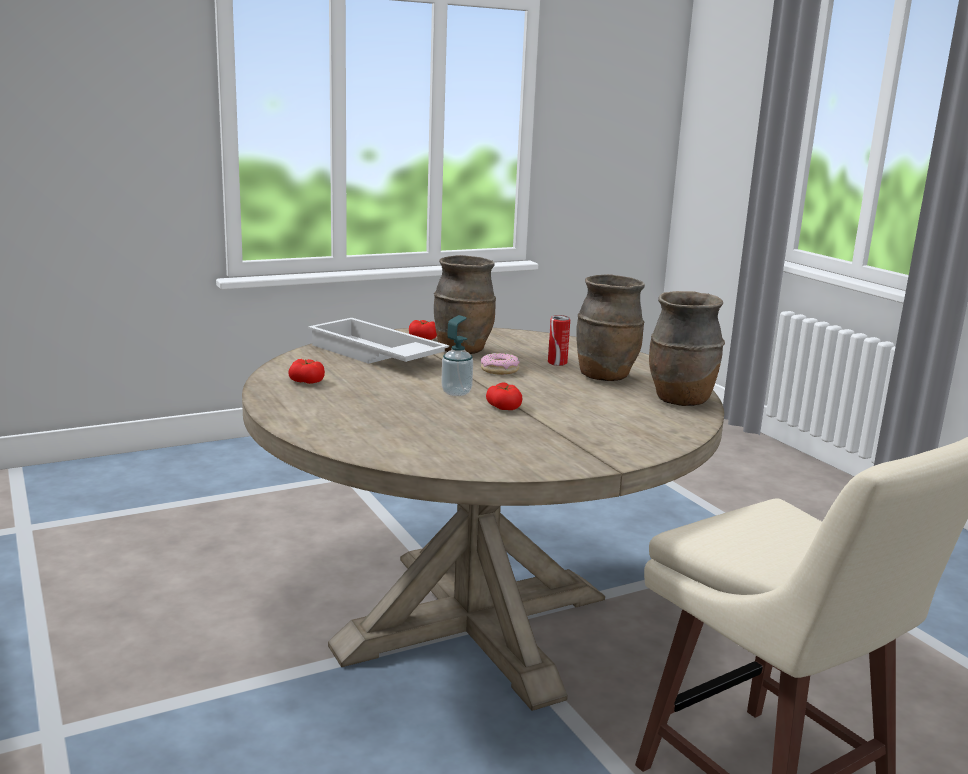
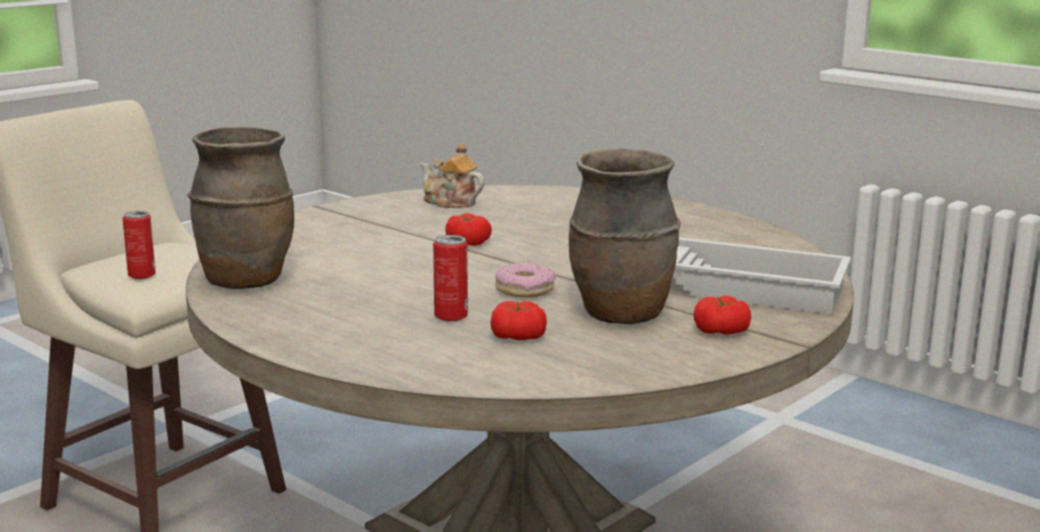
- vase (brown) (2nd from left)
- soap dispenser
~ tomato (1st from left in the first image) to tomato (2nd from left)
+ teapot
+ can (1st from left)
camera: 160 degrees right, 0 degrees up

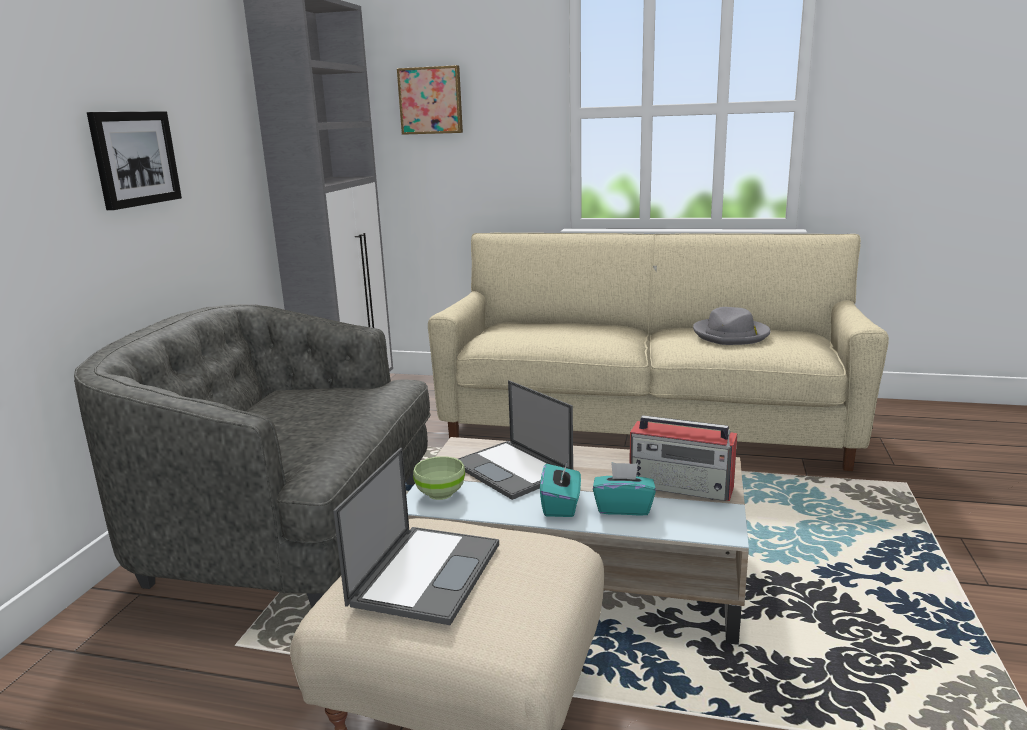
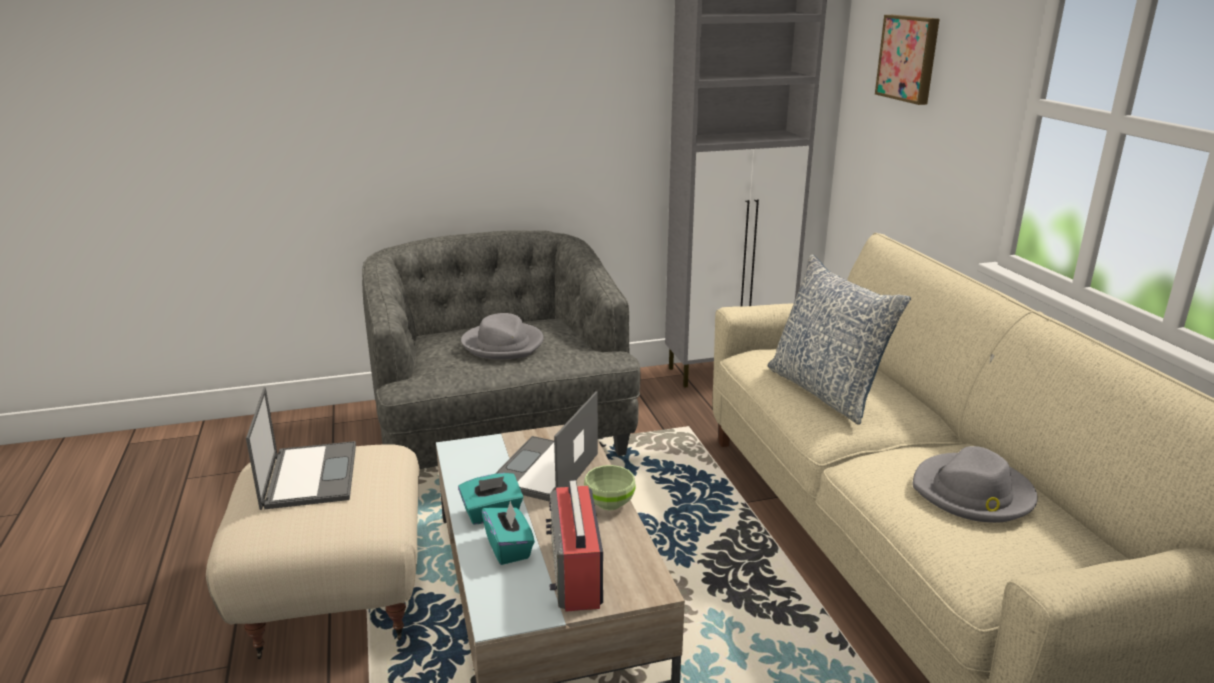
- picture (1st from left)
~ laptop (1st from left) 90 degrees counterclockwise
~ bowl (green)
+ pillow
+ hat (grey) (1st from left)
camera: 60 degrees right, 5 degrees up

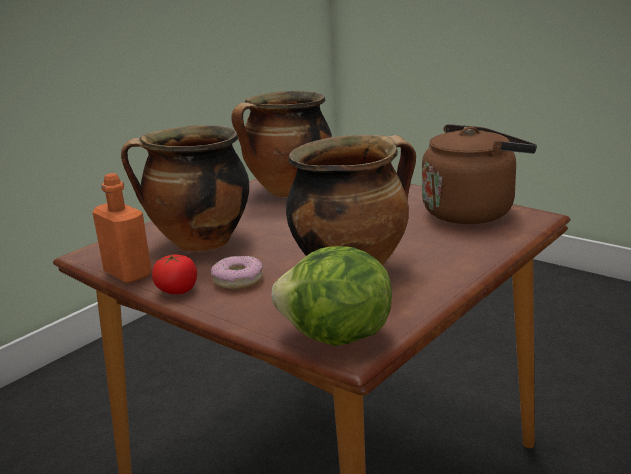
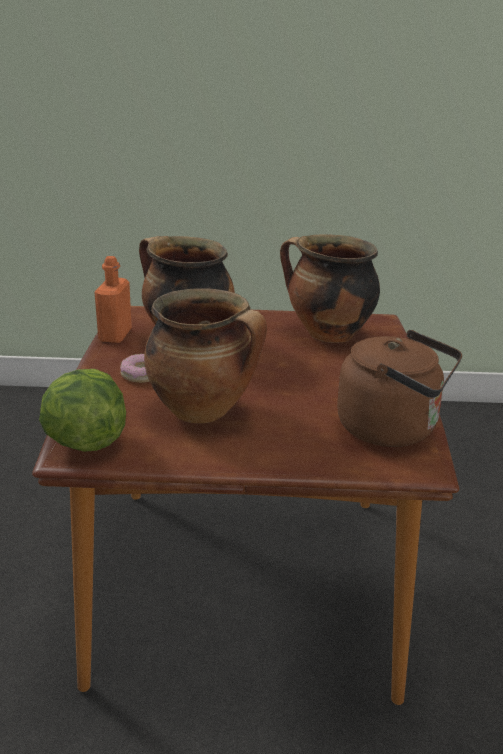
- tomato
camera: 50 degrees right, 5 degrees up

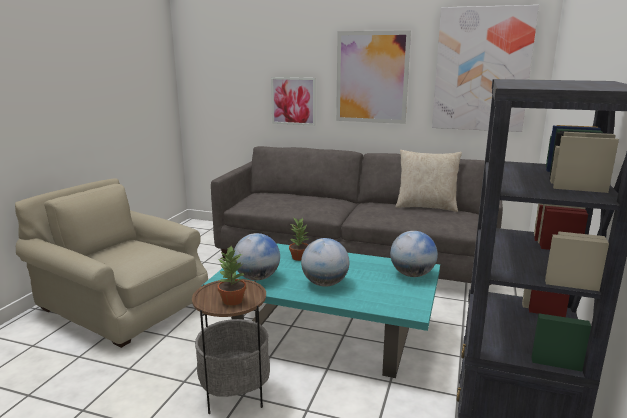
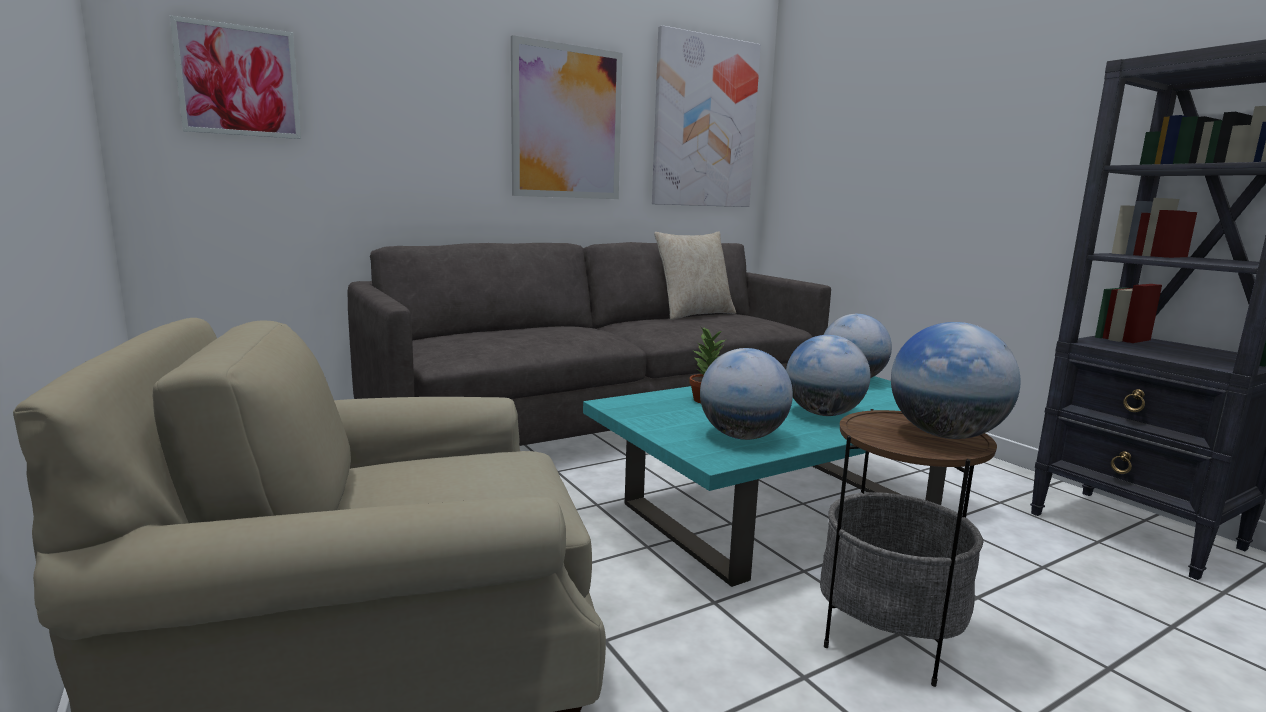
~ picture (1st from left)
~ potted plant (1st from left) to globe (4th from left)
camera: 50 degrees left, 5 degrees down

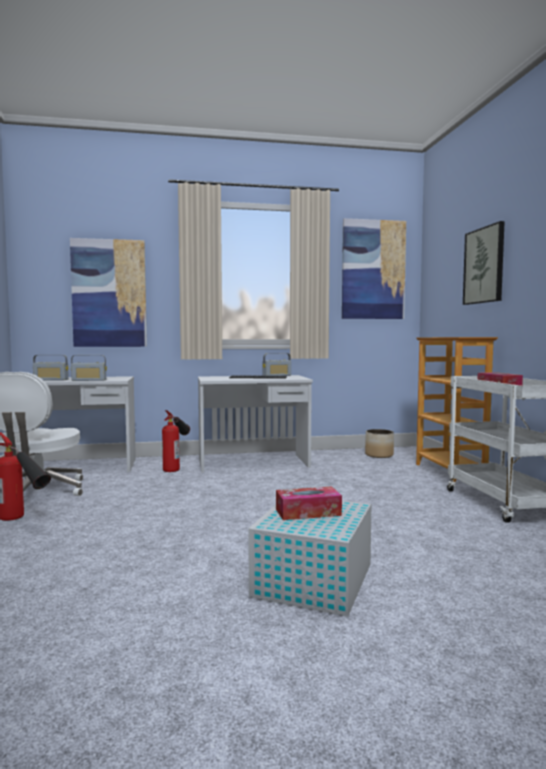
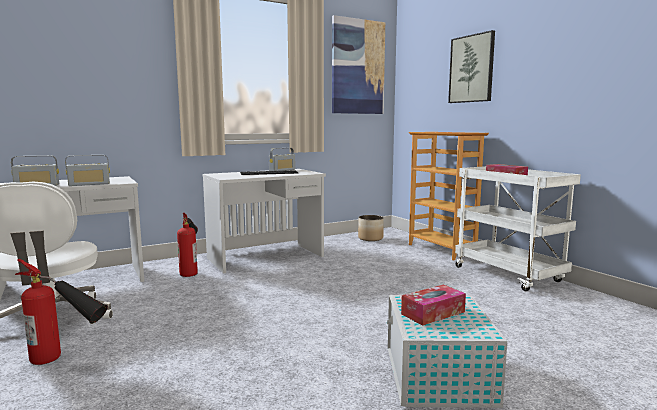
- picture (1st from left)
camera: 20 degrees left, 5 degrees up

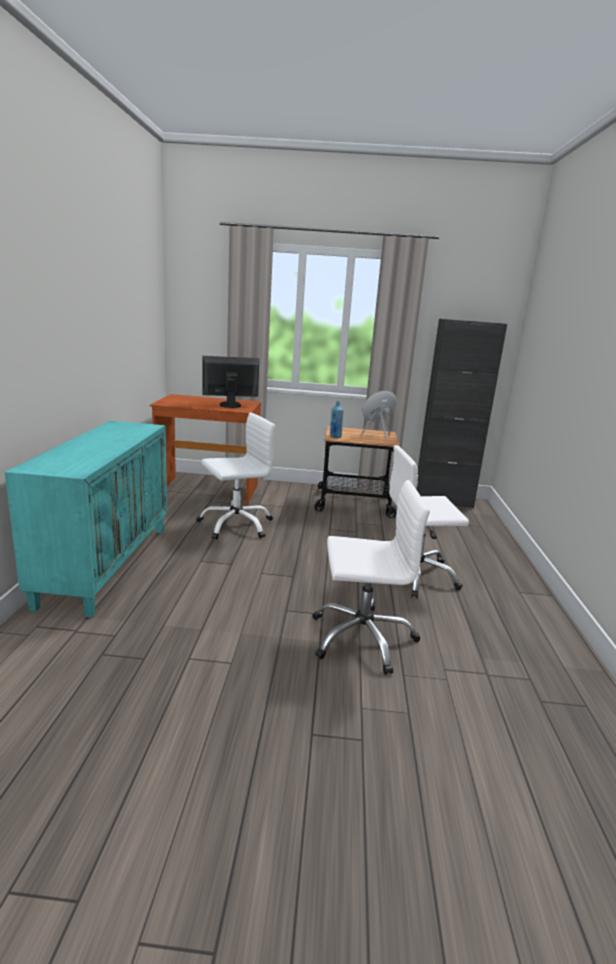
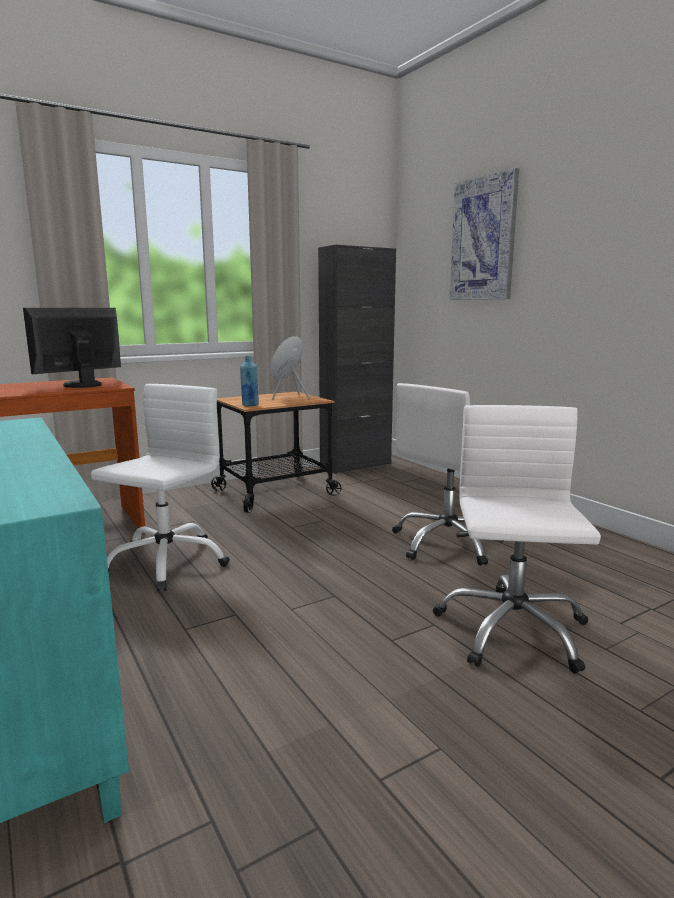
~ office chair (white) (2nd from left in the first image) 45 degrees counterclockwise
+ picture
camera: 35 degrees left, 5 degrees down

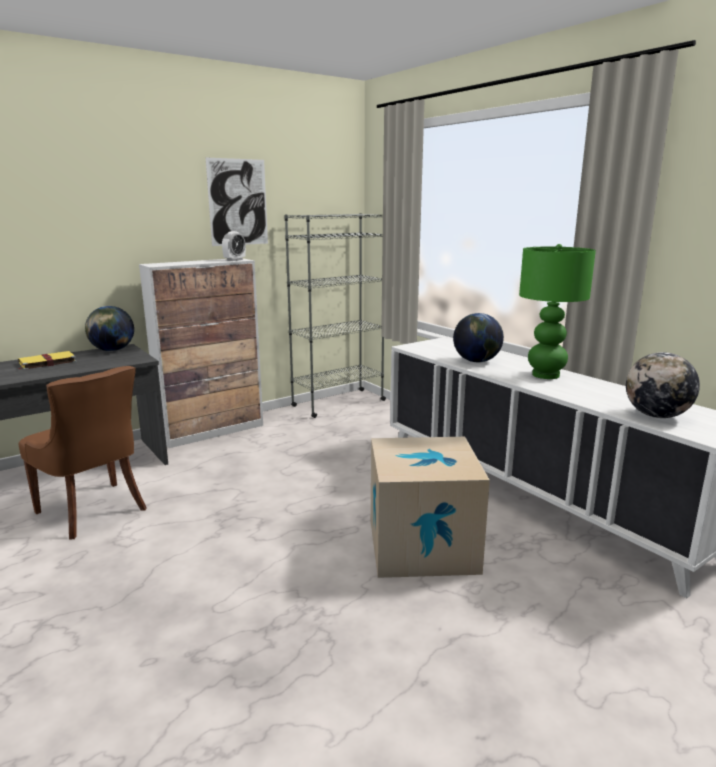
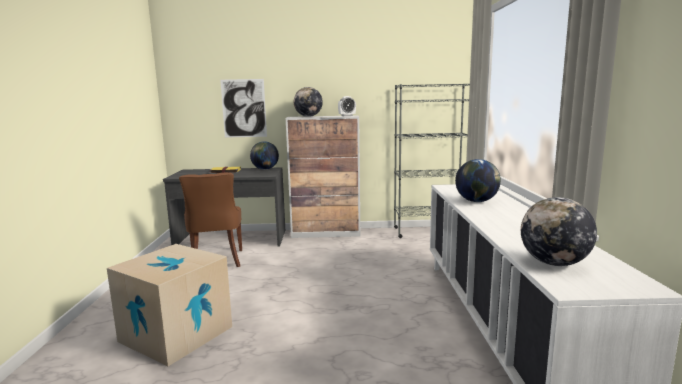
~ picture
- table lamp (green)
~ cardboard box
+ globe (2nd from left)
camera: 35 degrees right, 5 degrees down

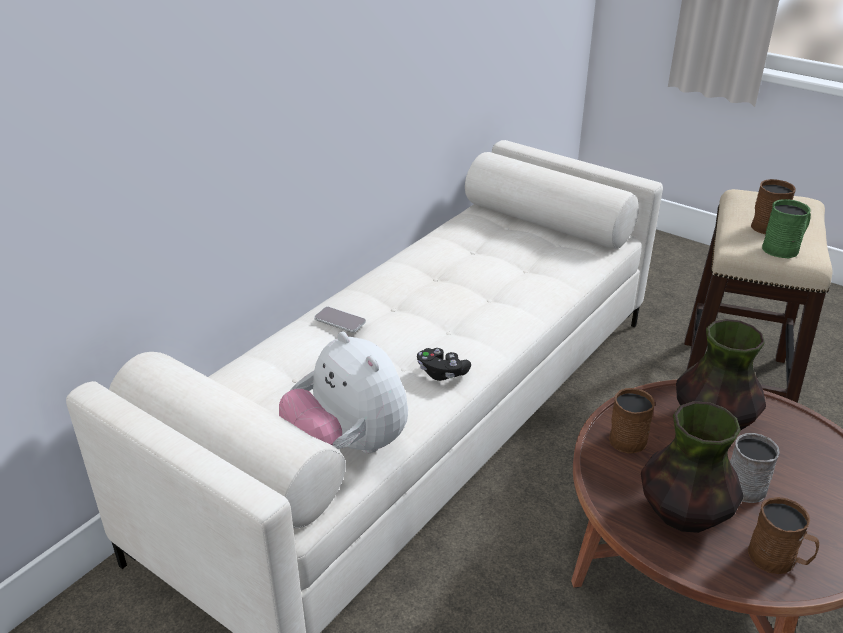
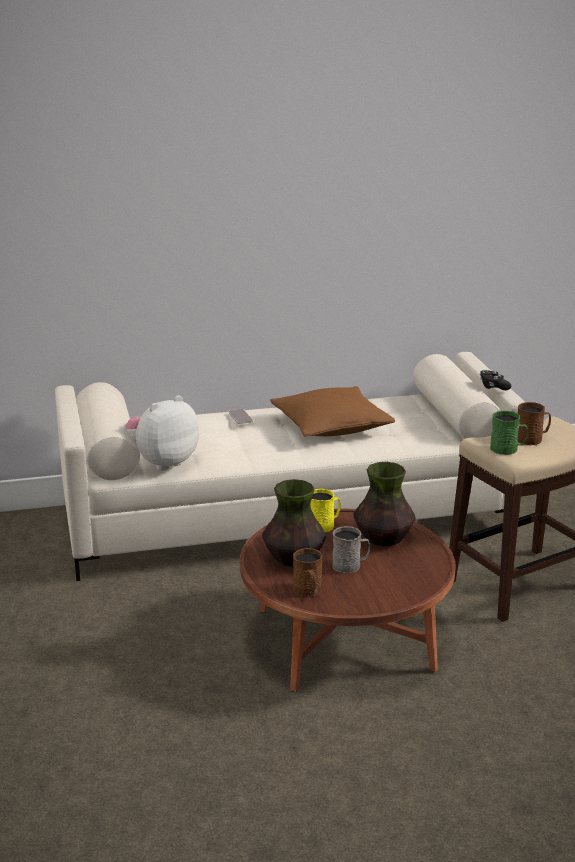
~ plush toy 45 degrees clockwise
~ game controller (black)
~ mug (brown) (1st from left) to mug (yellow)
+ pillow (brown)
camera: 40 degrees right, 10 degrees down

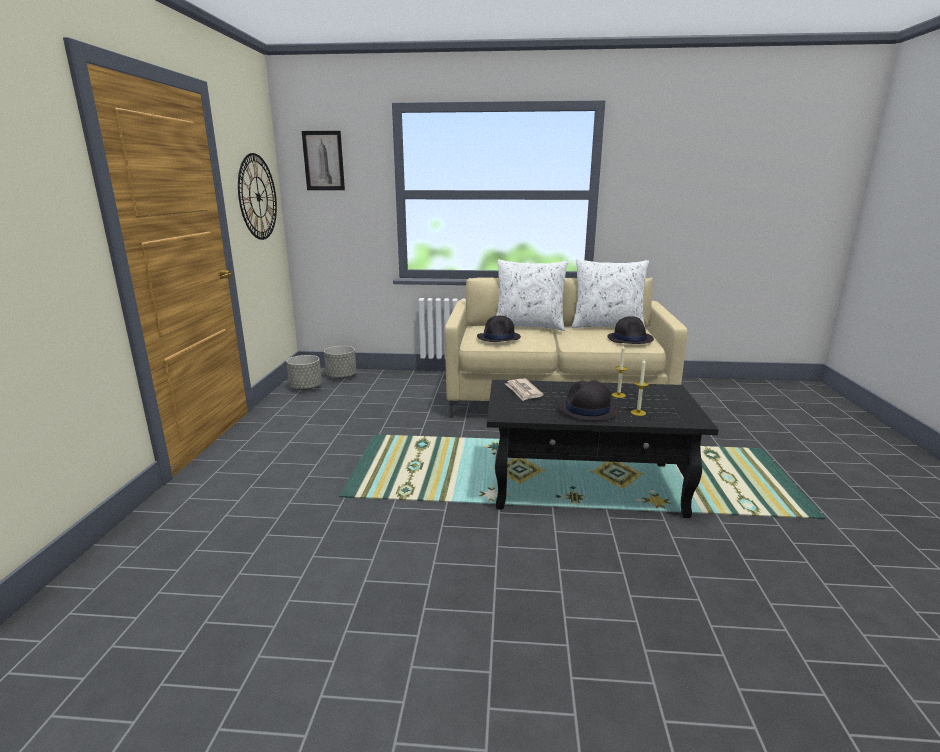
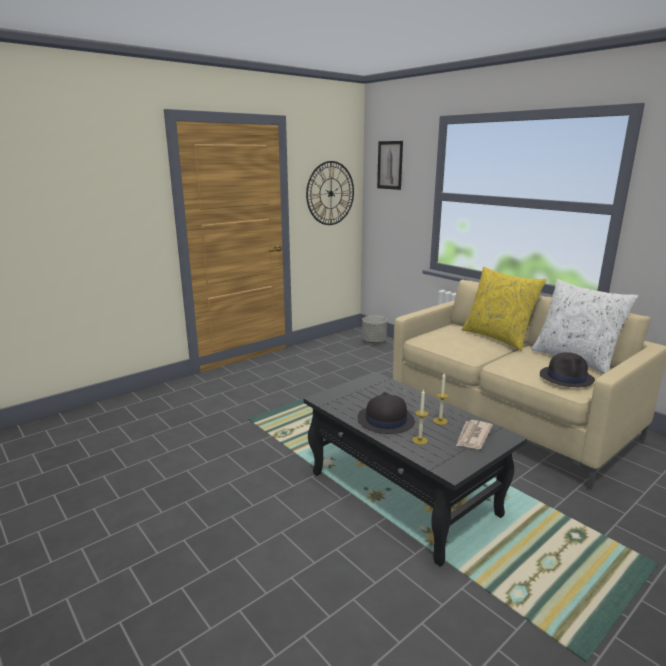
~ pillow (white) (1st from left) to pillow (yellow)
- hat (black) (1st from left)
- planter (grey) (1st from left)
~ newspaper
camera: 45 degrees right, 0 degrees up

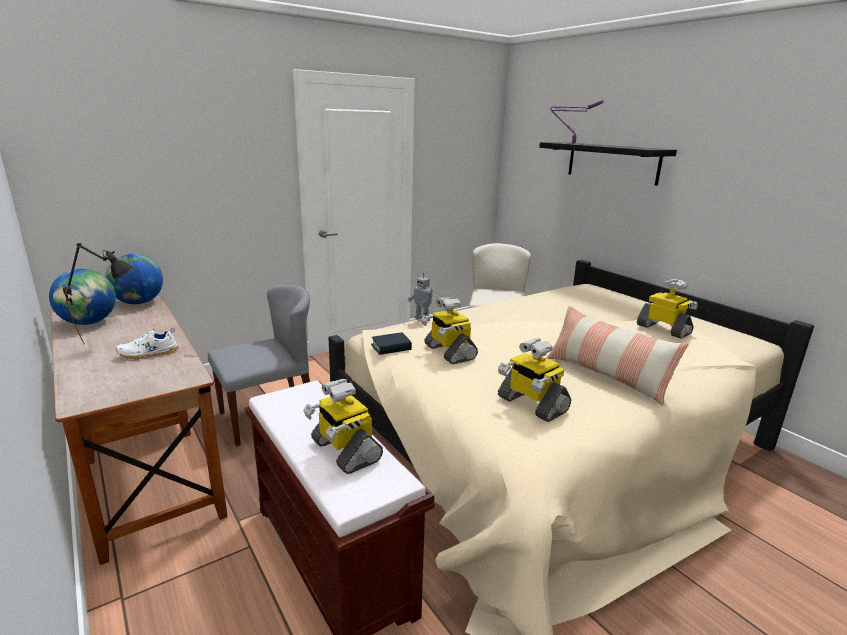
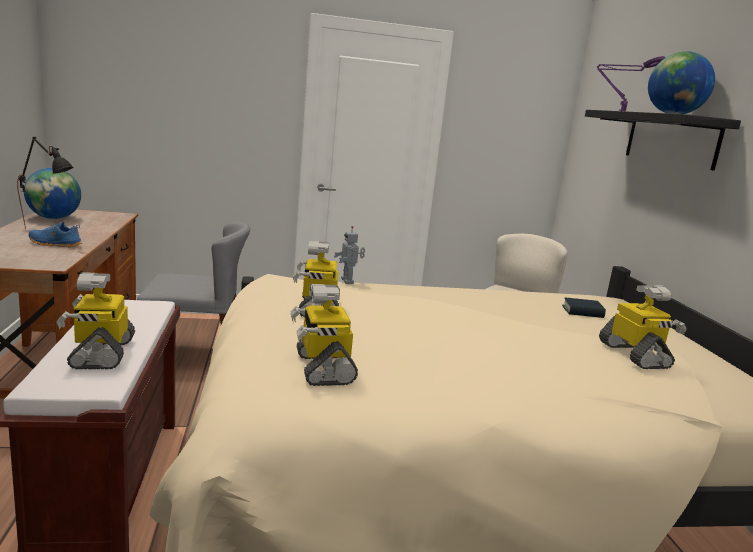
~ globe (2nd from left)
- pillow
~ shoe (white) to shoe (blue)
~ book
camera: 25 degrees right, 5 degrees down

